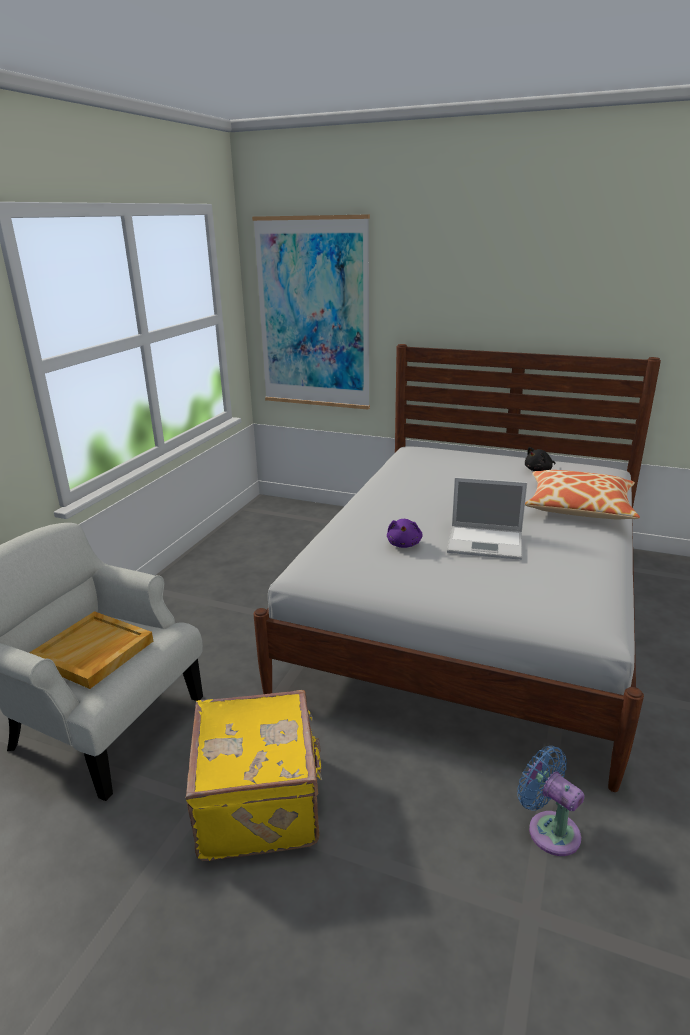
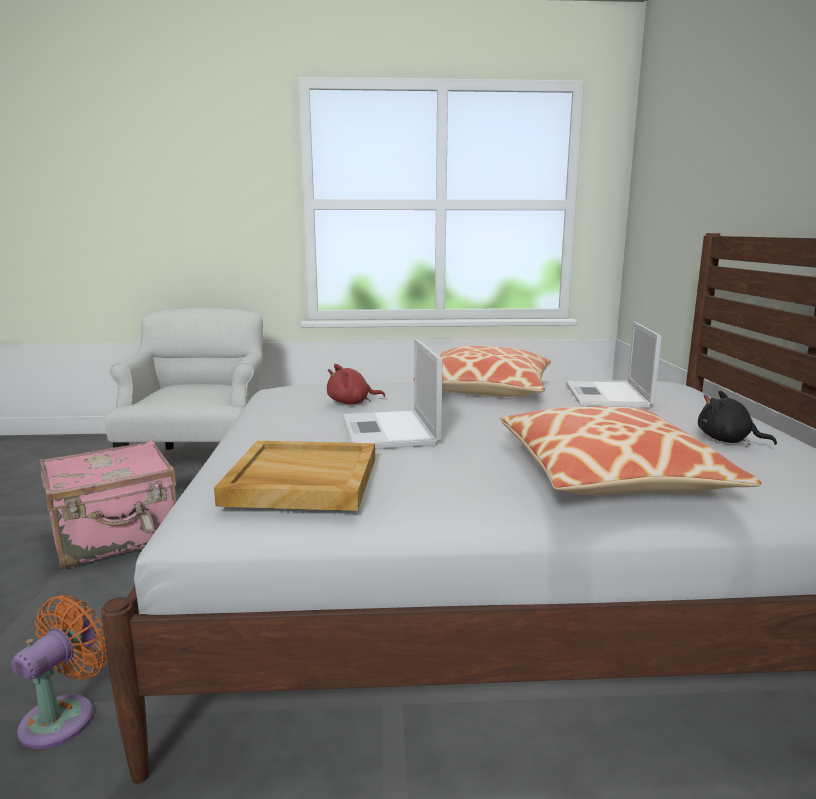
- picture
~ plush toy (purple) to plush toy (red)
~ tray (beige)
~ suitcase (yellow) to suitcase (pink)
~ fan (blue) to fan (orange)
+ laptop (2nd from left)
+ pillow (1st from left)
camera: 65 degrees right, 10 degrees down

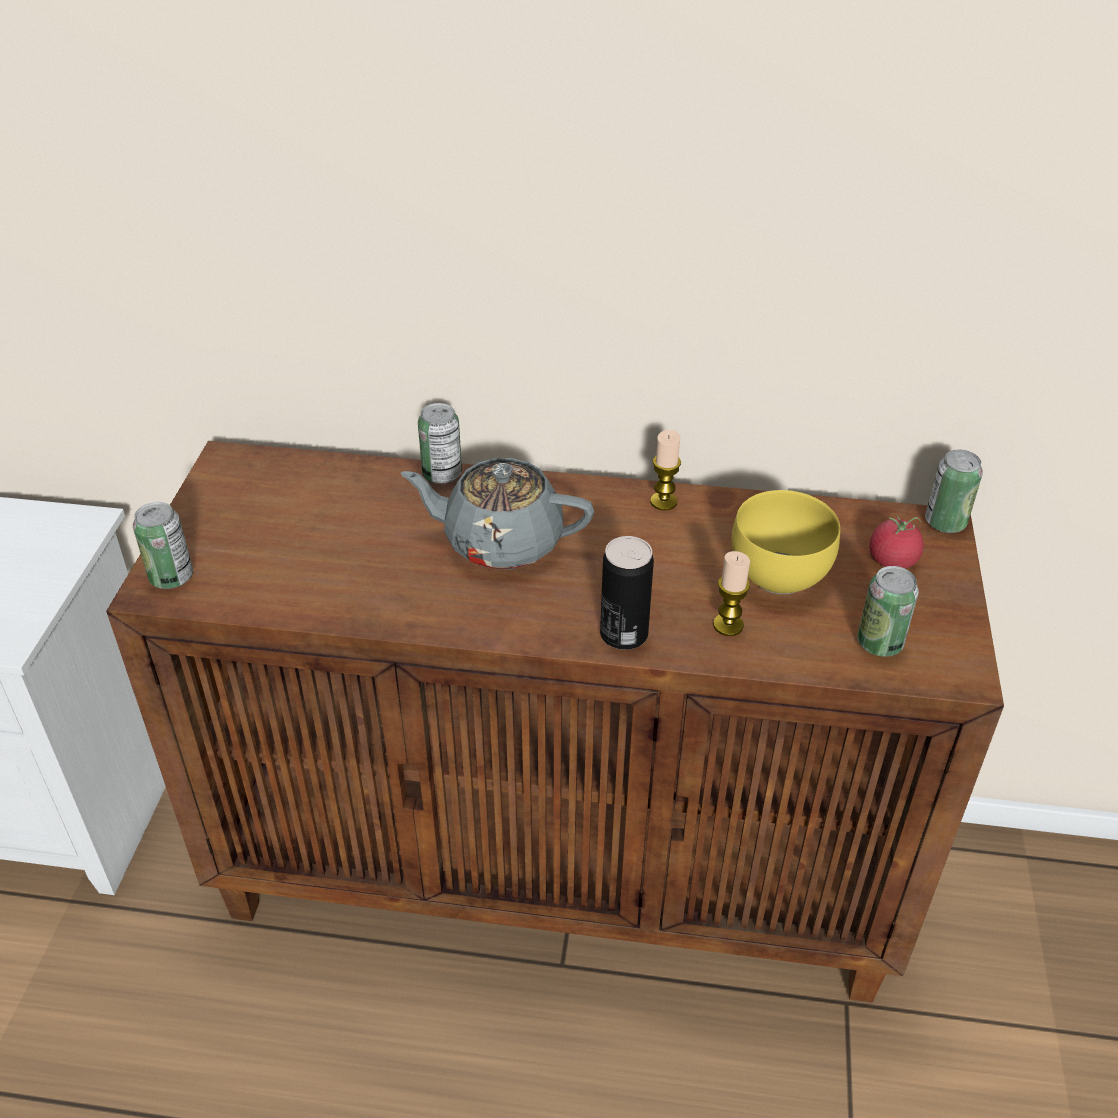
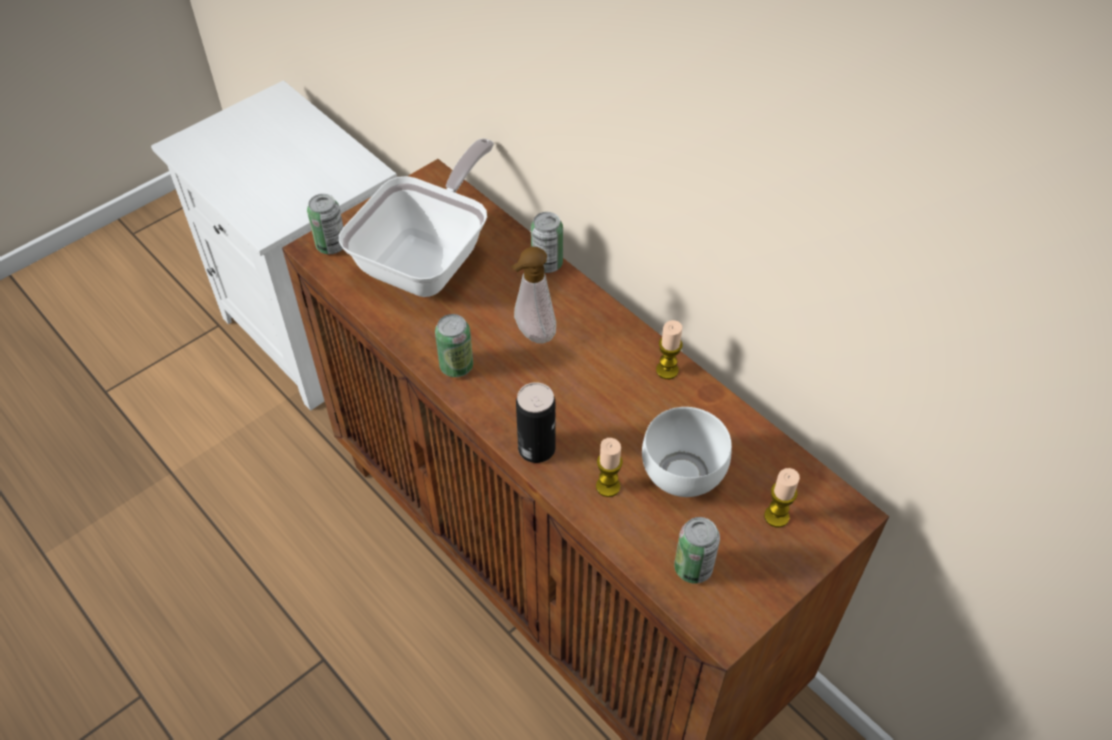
~ can (5th from left in the first image) to can (2nd from left)
~ teapot (grey) to soap dispenser
~ bowl (yellow) to bowl (white)
~ tomato to candle (3rd from left)
+ frying pan
camera: 40 degrees right, 10 degrees up

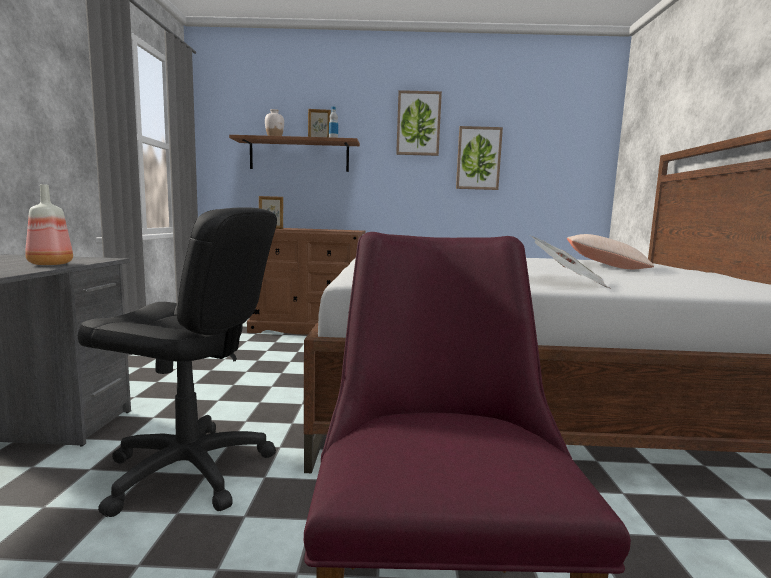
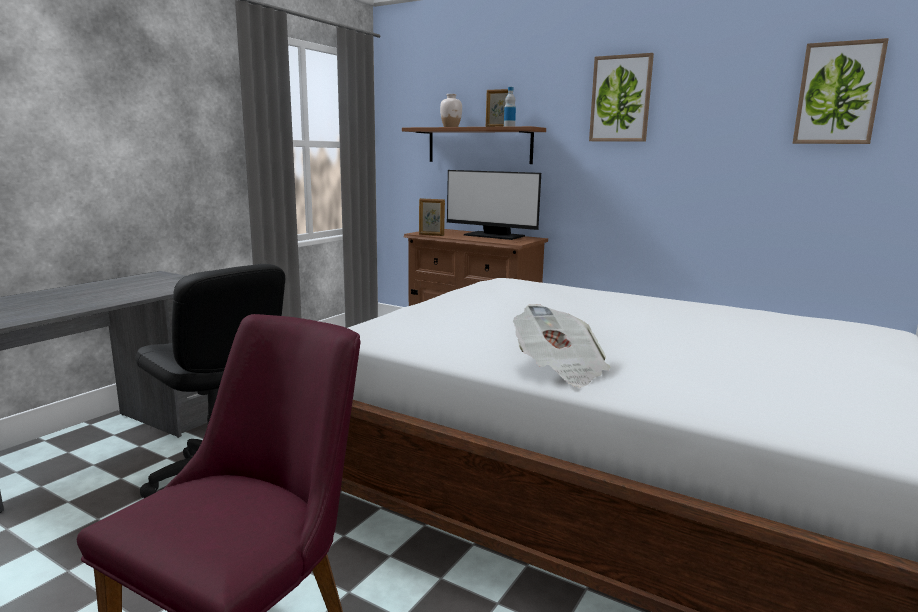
~ picture (2nd from left)
- bottle (1st from left)
- pillow (beige)
+ monitor
camera: 30 degrees right, 5 degrees up

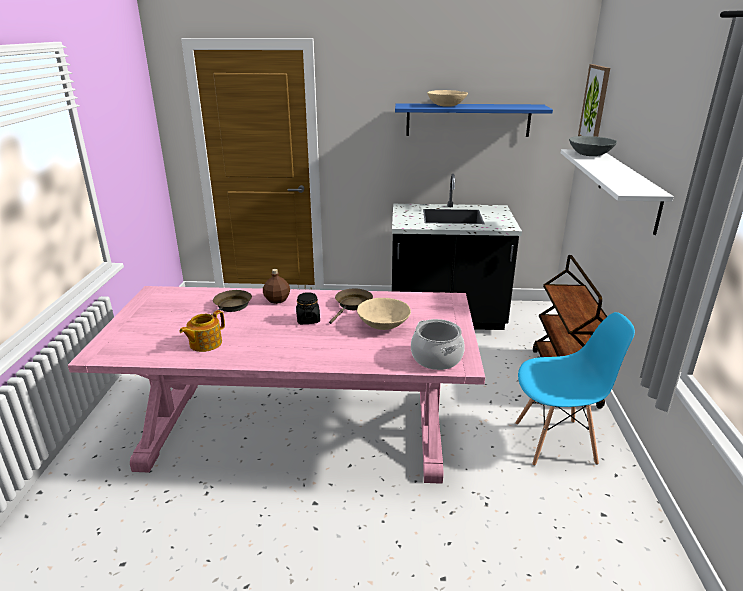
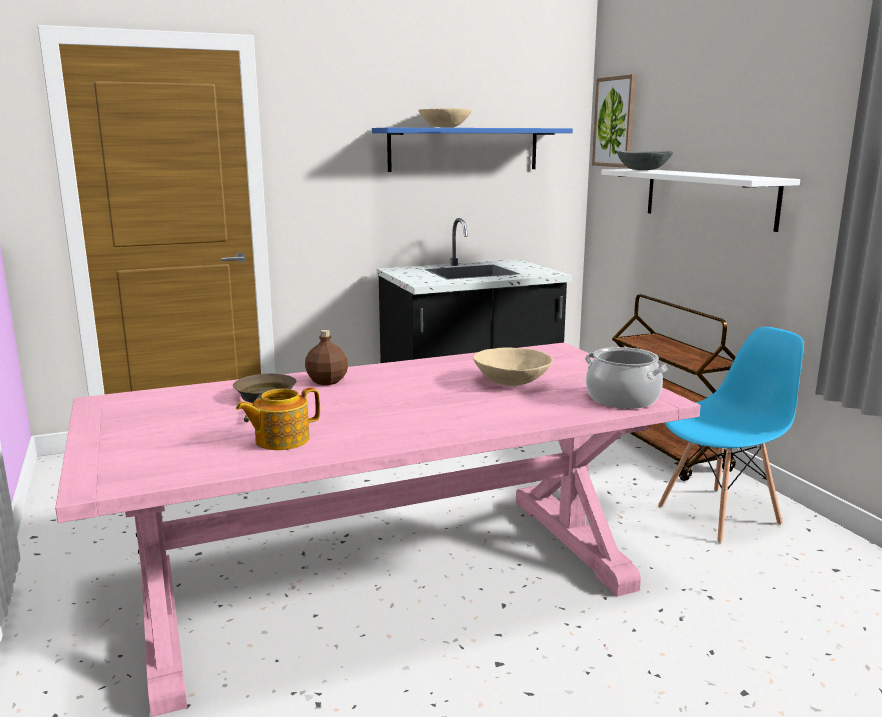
- frying pan (brown) (2nd from left)
- jar (black)
~ teapot 45 degrees clockwise
camera: 25 degrees left, 10 degrees down

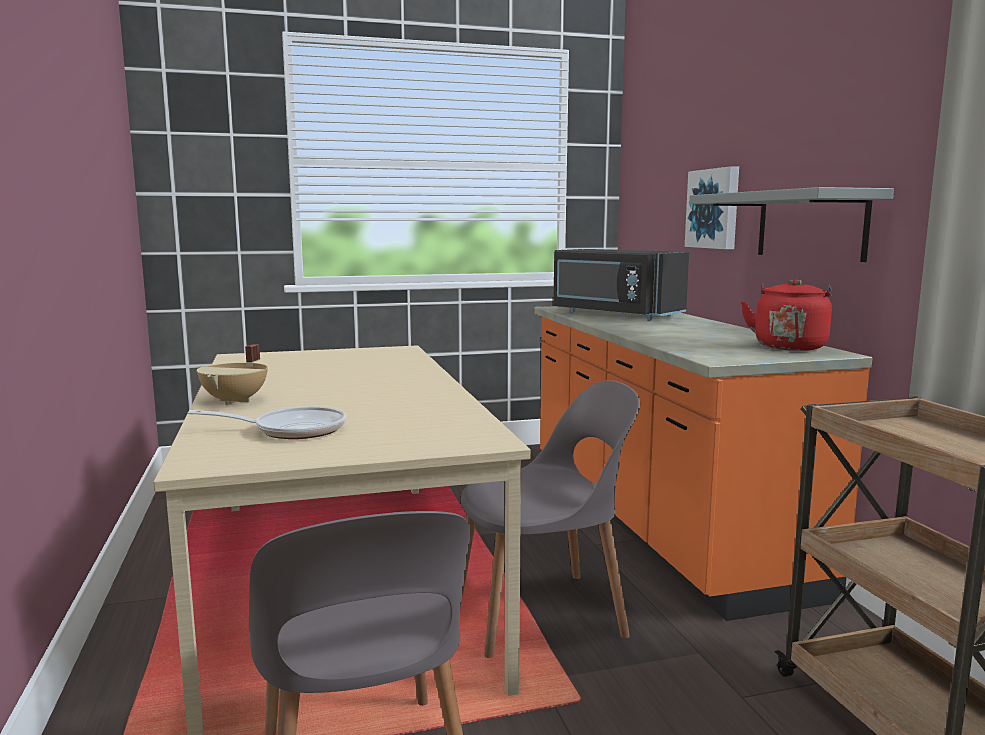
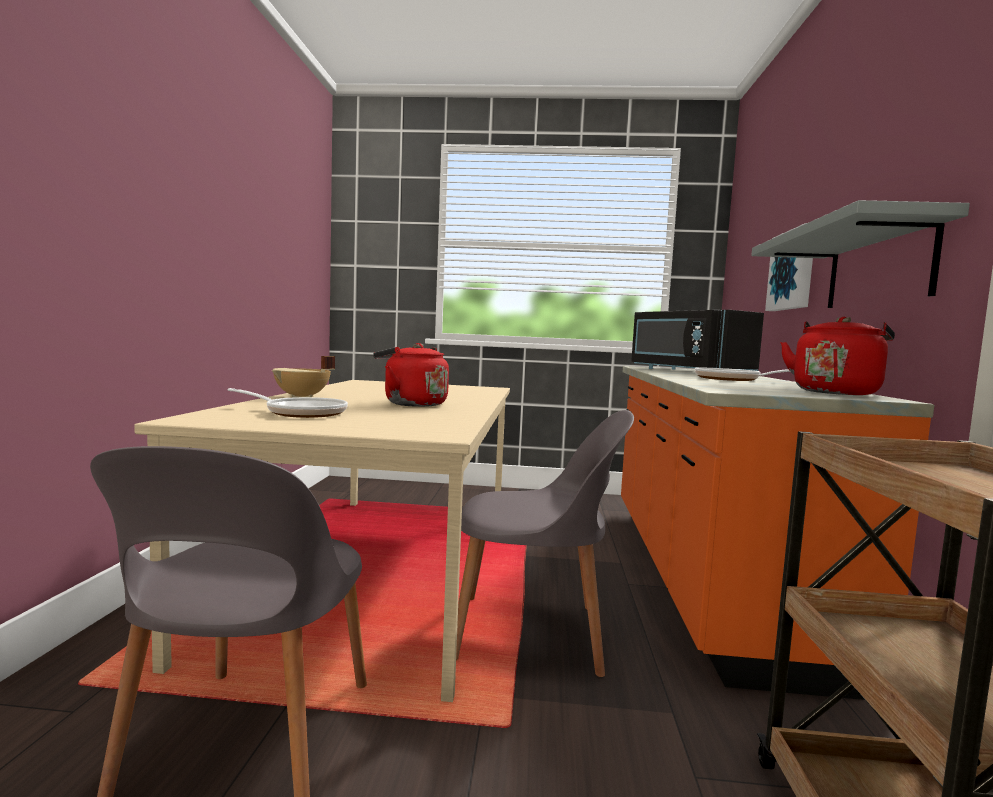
+ kettle (red) (1st from left)
+ frying pan (2nd from left)
camera: 20 degrees right, 5 degrees down

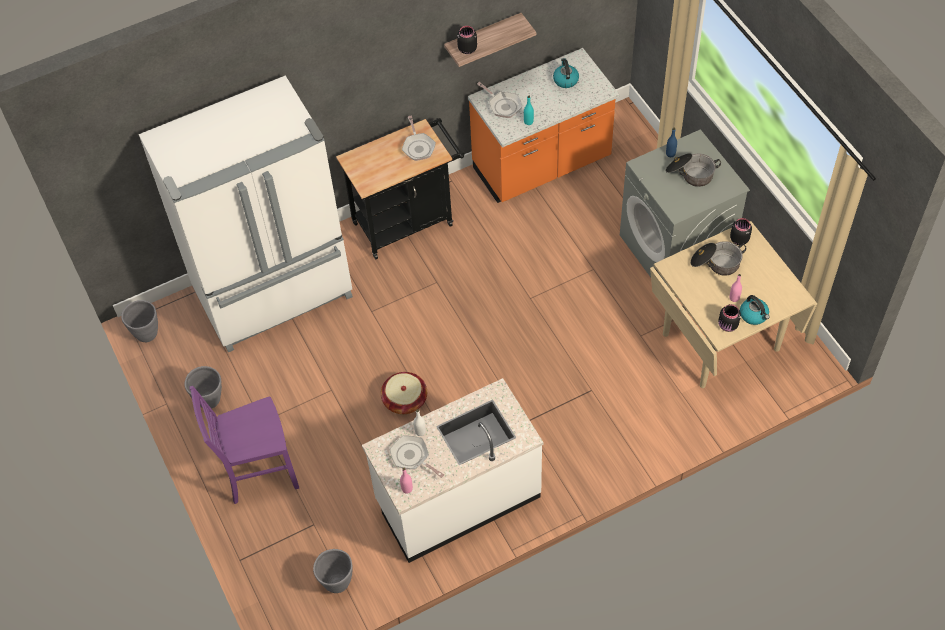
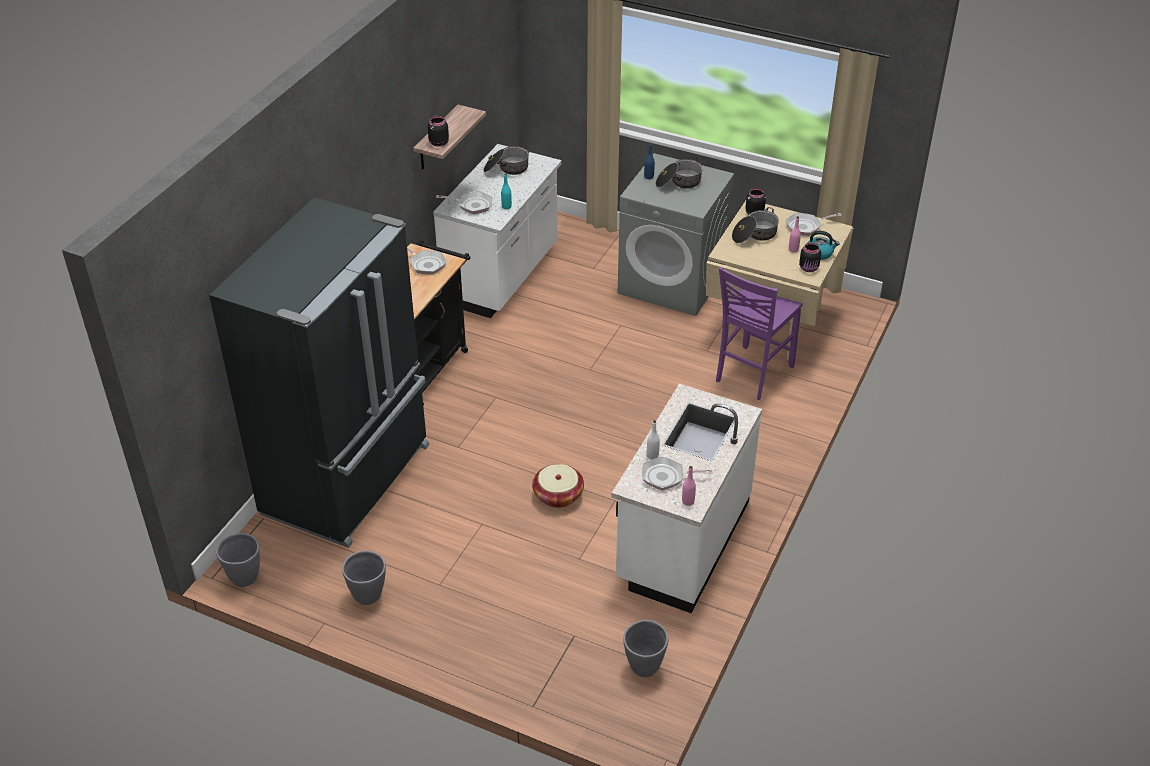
~ counter (orange) to counter (white) (1st from left)
~ kettle (1st from left) to cooking pot (1st from left)
~ fridge (white) to fridge (black)
~ chair (purple)
+ frying pan (4th from left)
camera: 40 degrees left, 15 degrees down

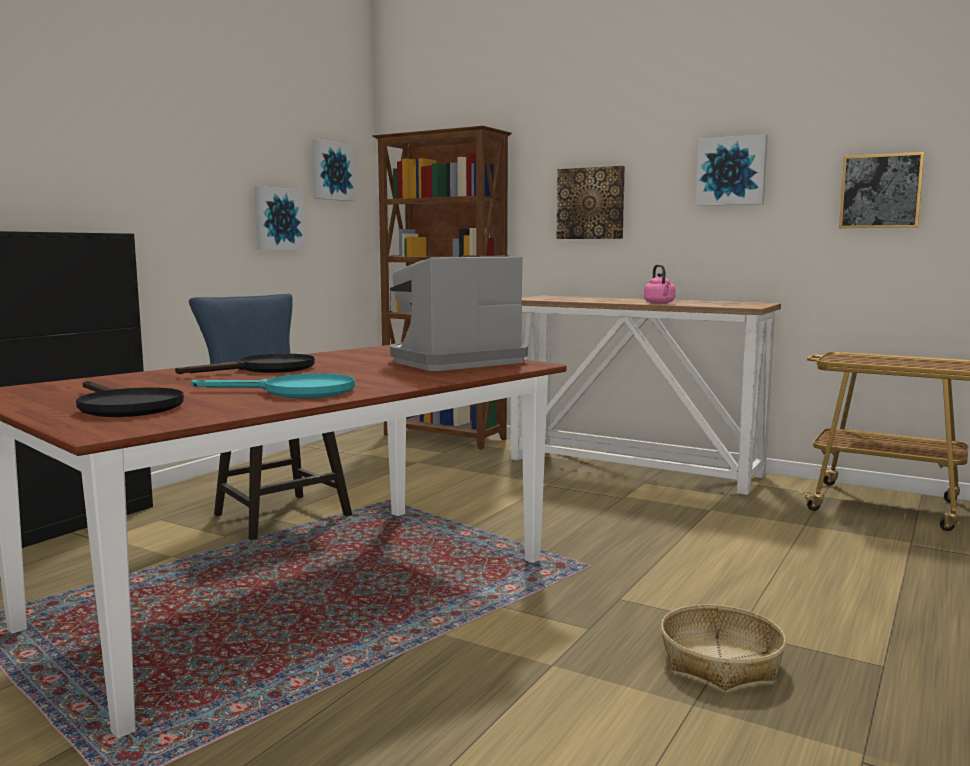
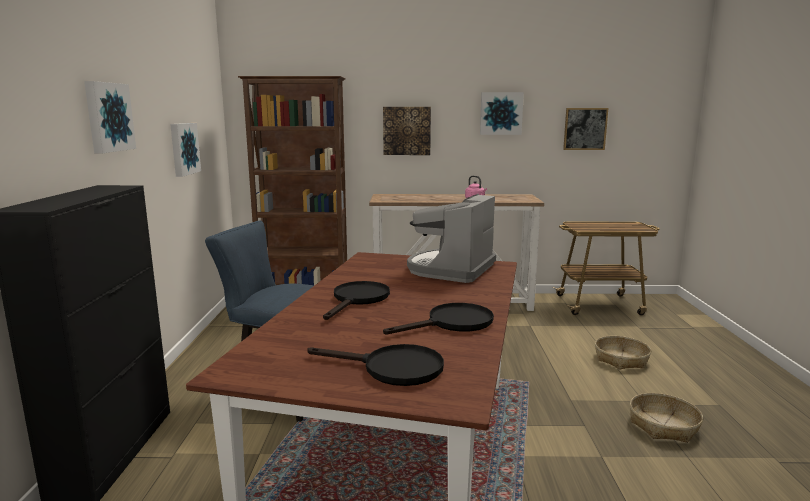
~ picture (2nd from left in the first image) to picture (1st from left)
~ frying pan (turquoise) to frying pan (black) (3rd from left)
+ basket (1st from left)
camera: 30 degrees left, 5 degrees up

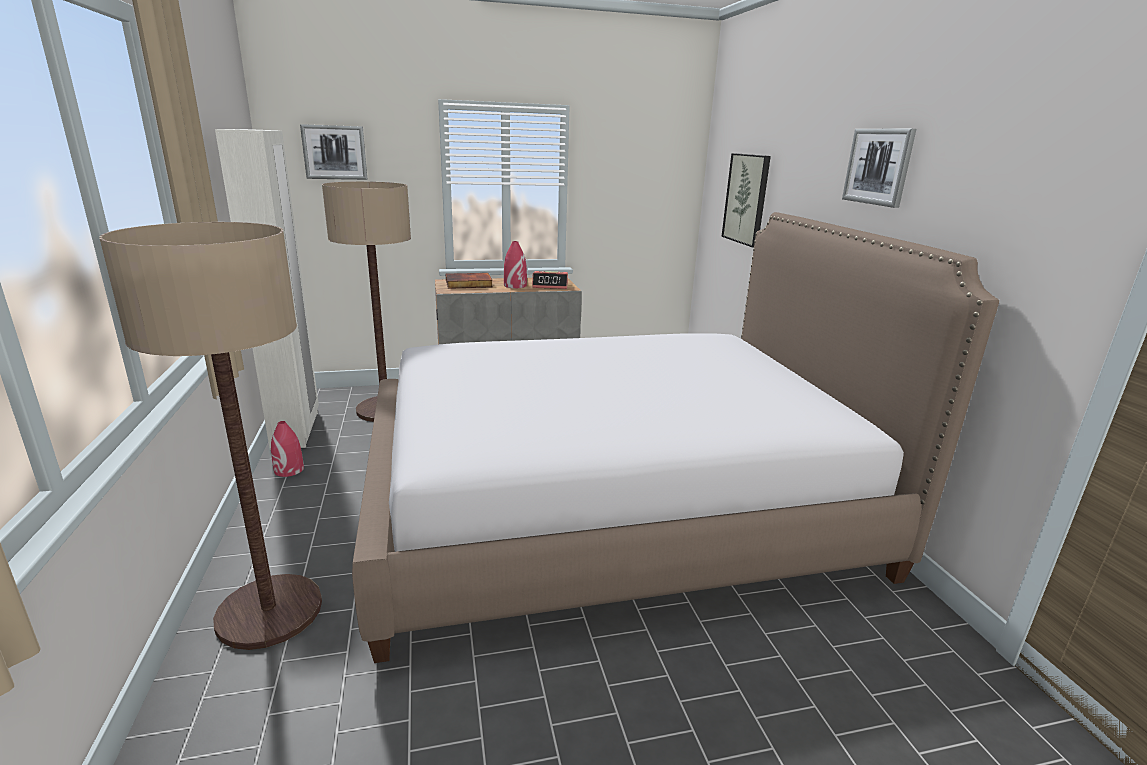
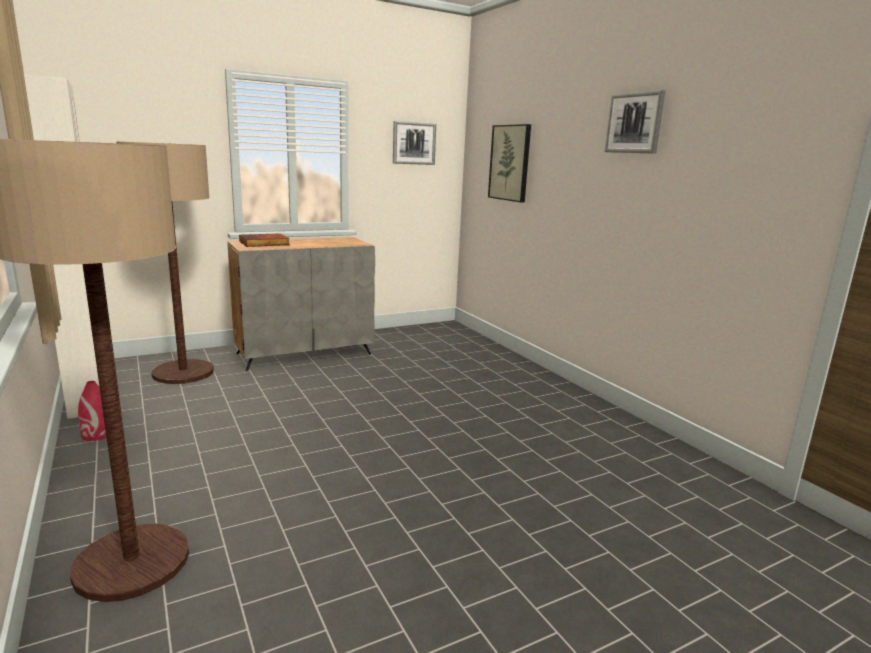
~ picture (1st from left)
- bed
- vase (red) (2nd from left)
- alarm clock
camera: 15 degrees left, 5 degrees down

